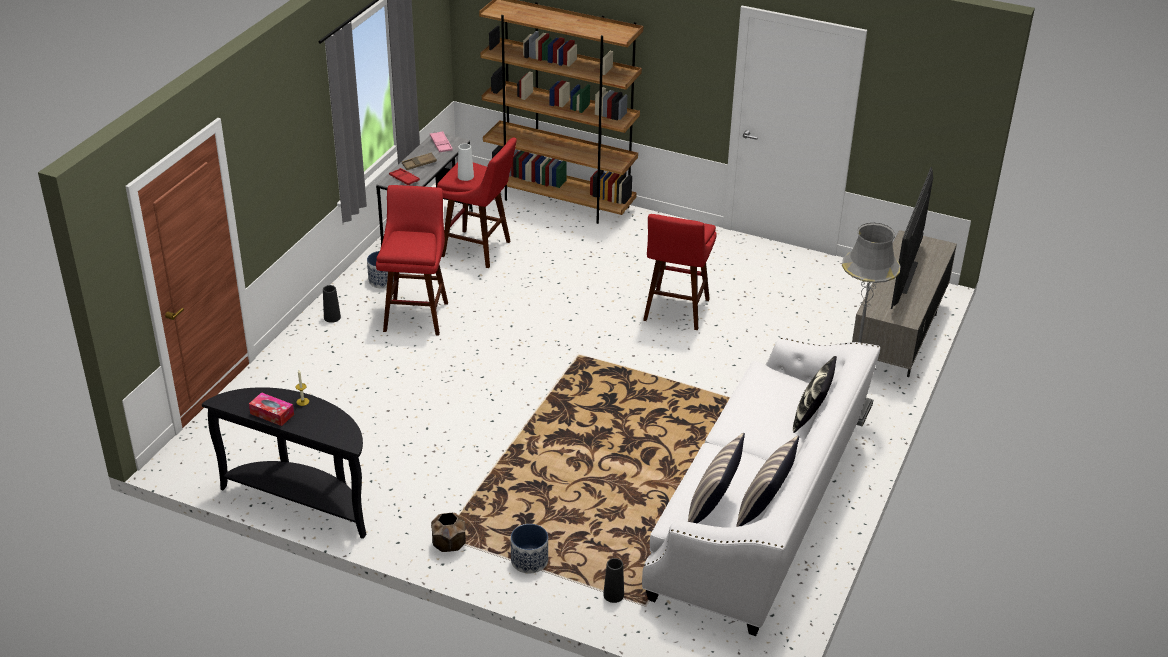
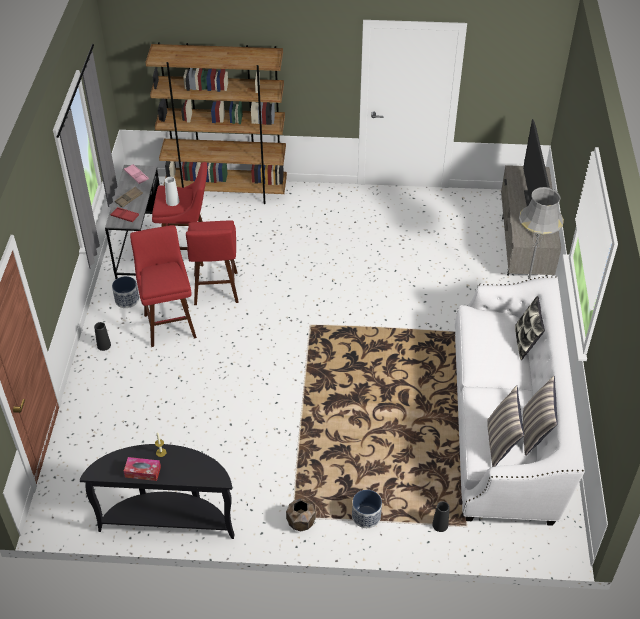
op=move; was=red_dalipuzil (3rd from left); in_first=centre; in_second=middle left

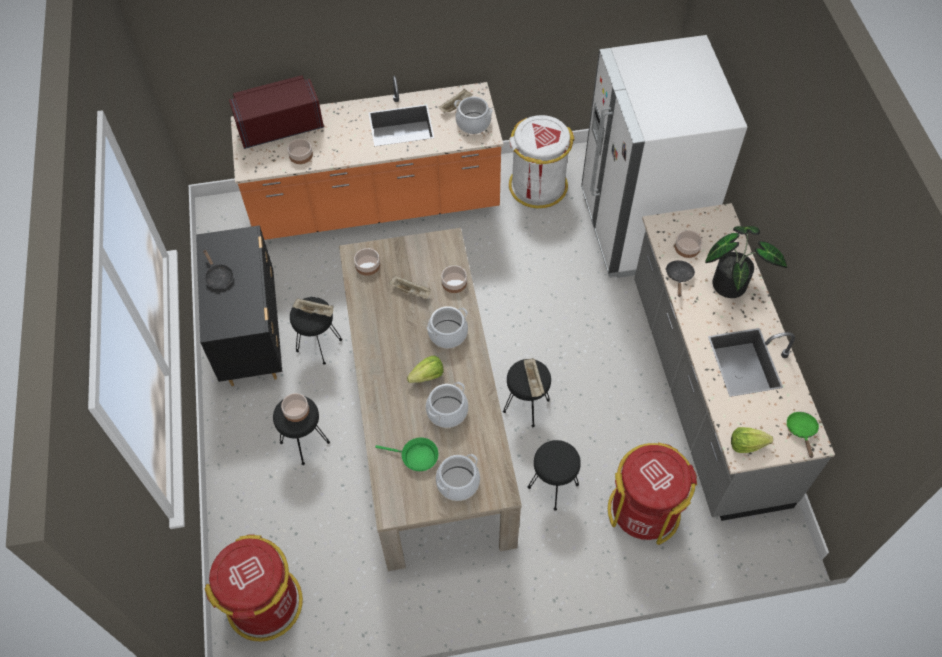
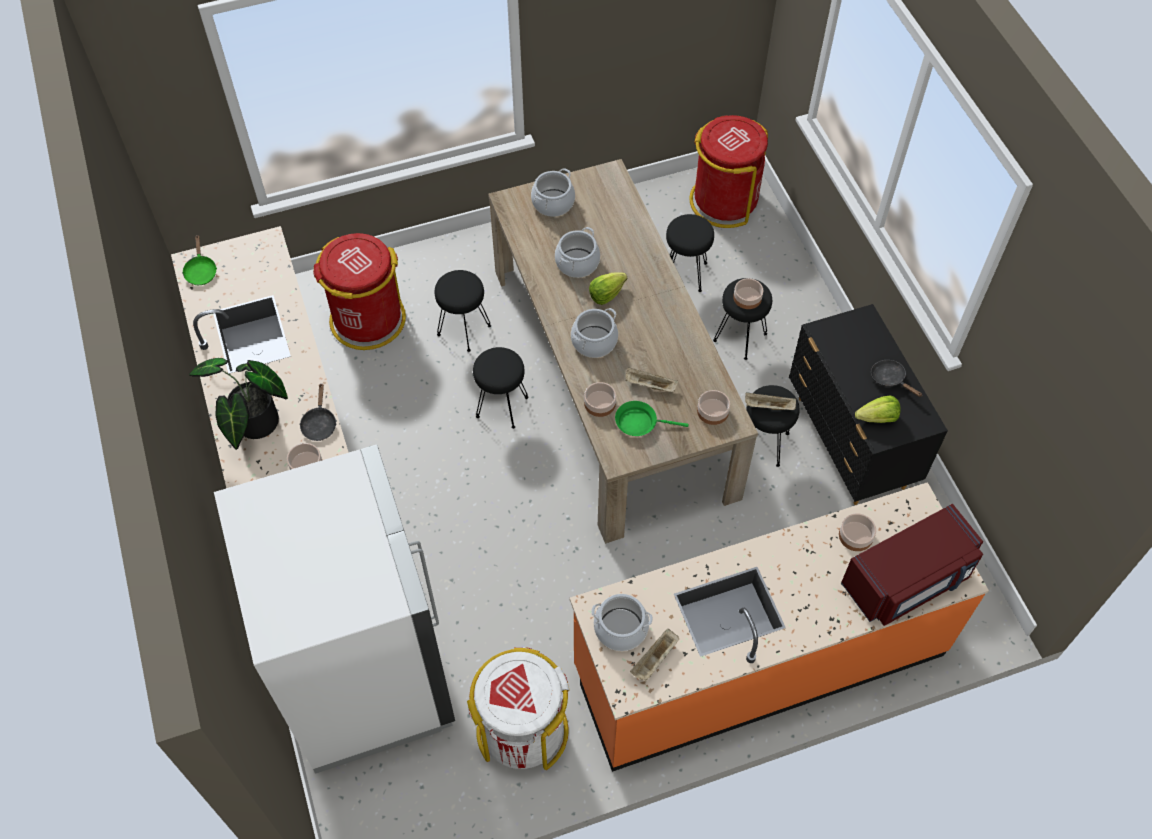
op=move; was=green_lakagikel (1st from left in the first image); now=green_lakagikel (2nd from left); in_first=bottom centre; in_second=centre
op=delete; was=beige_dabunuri (4th from left); in_first=centre
op=move; was=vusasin (2nd from left); in_first=bottom right; in_second=middle right
op=insert; now=black_dalipuzil (3rd from left); in_second=top centre

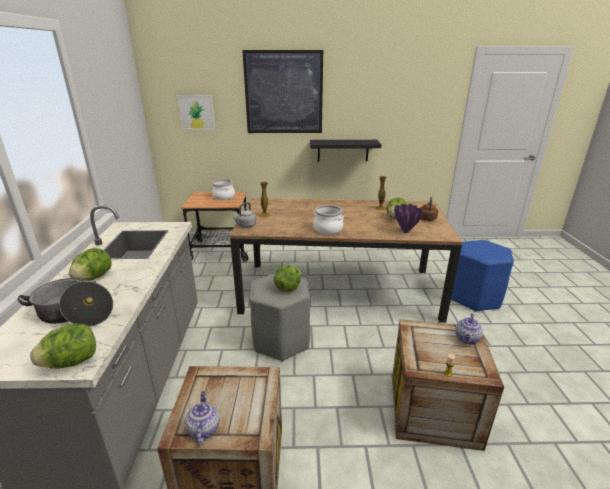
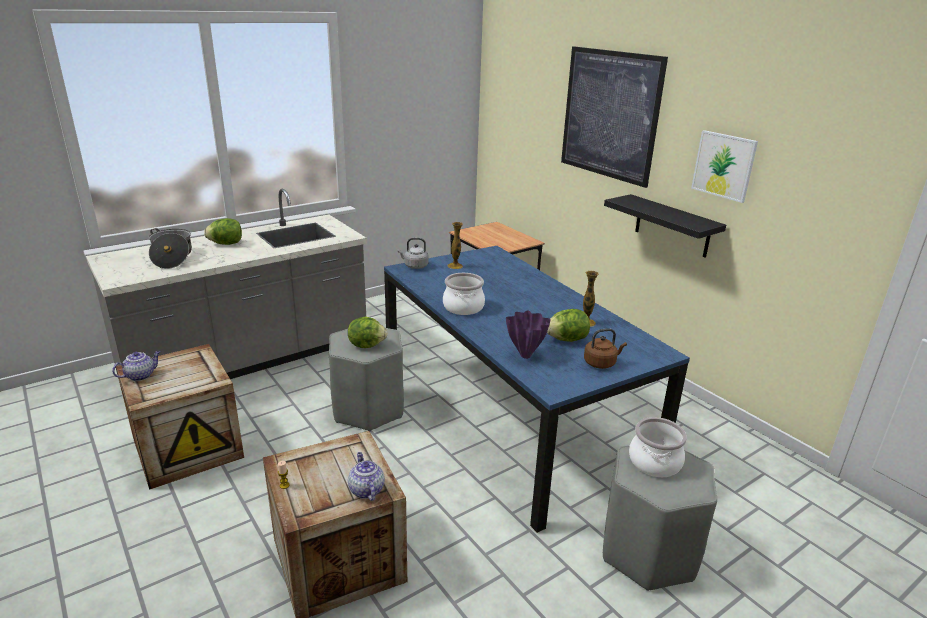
op=delete; was=vusasin (1st from left); in_first=bottom left
op=move; was=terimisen (1st from left in the first image); now=terimisen (2nd from left); in_first=top left; in_second=top right
op=move; was=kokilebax (2nd from left in the first image); now=kokilebax (3rd from left); in_first=centre; in_second=bottom right
op=recolor; was=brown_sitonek; now=blue_sitonek; in_first=centre; in_second=centre
op=recolor; was=blue_dalipuzil; now=grey_dalipuzil (2nd from left); in_first=middle right; in_second=bottom right
op=rotate; was=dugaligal (2nd from left); in_first=bottom right; in_second=bottom centre; clockwise=75

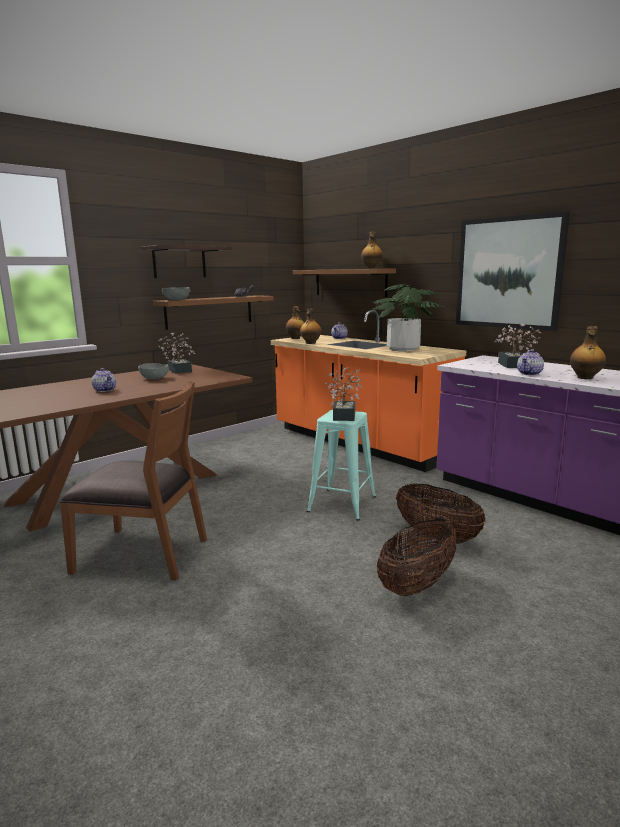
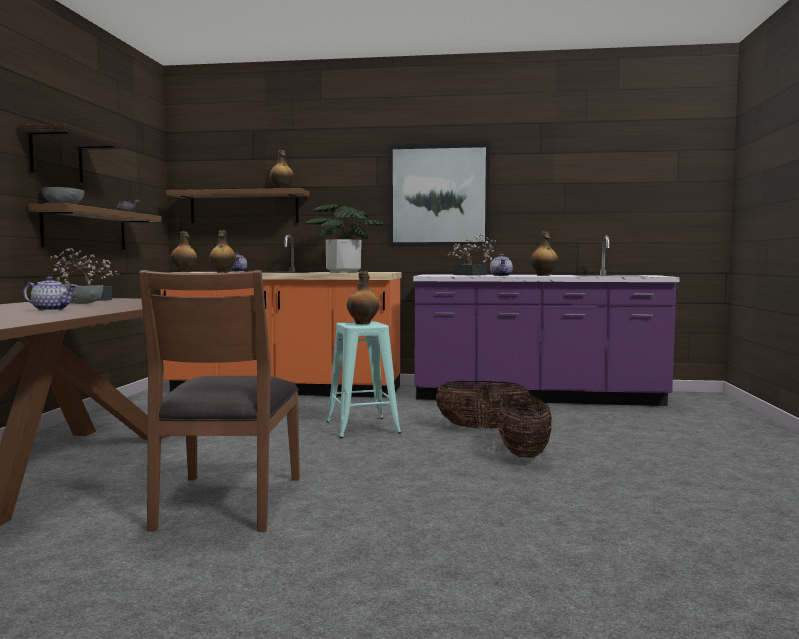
op=rotate; was=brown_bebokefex; in_first=middle left; in_second=middle left; clockwise=120
op=replace; was=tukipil (2nd from left); now=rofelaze (4th from left); in_first=centre; in_second=centre

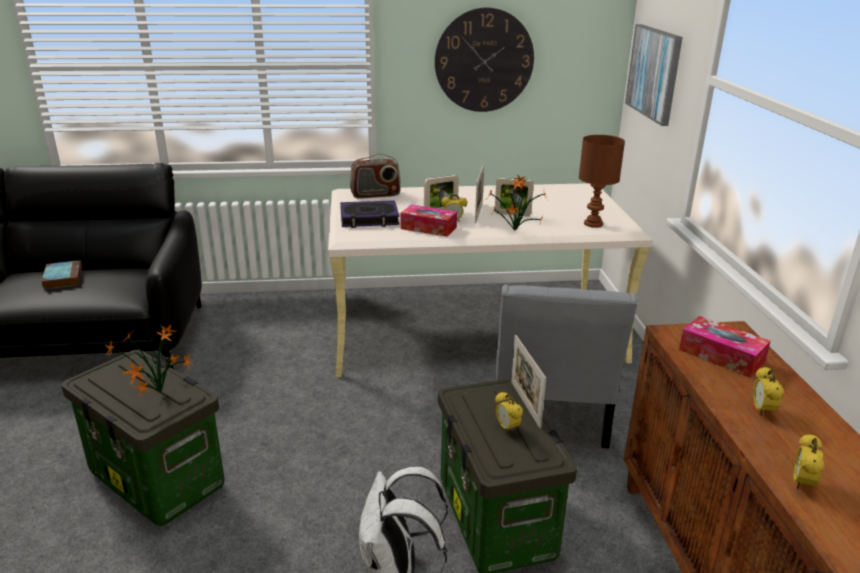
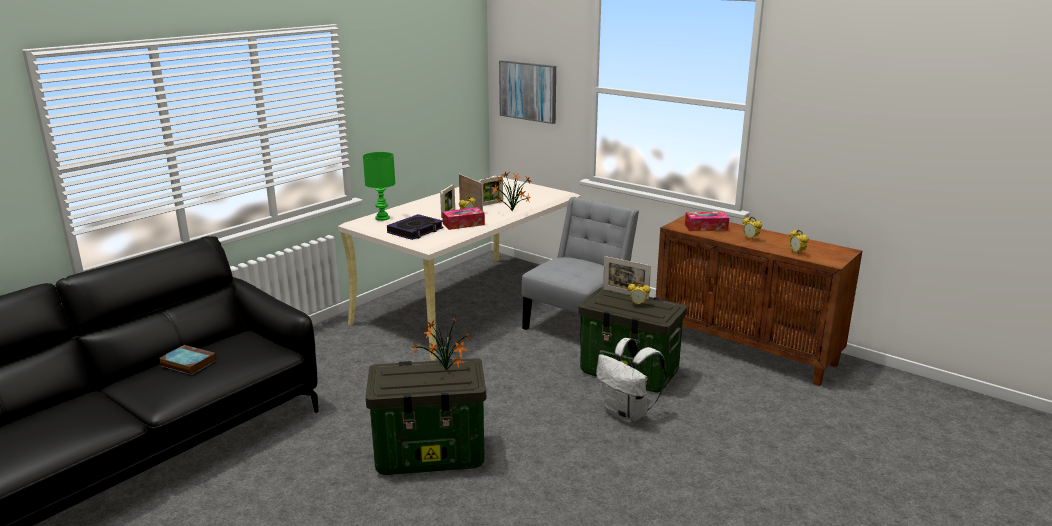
op=replace; was=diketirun; now=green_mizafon; in_first=top centre; in_second=centre
op=delete; was=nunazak; in_first=top centre
op=rotate; was=grey_bebokefex; in_first=centre; in_second=centre; clockwise=-105
op=delete; was=brown_mizafon; in_first=top right

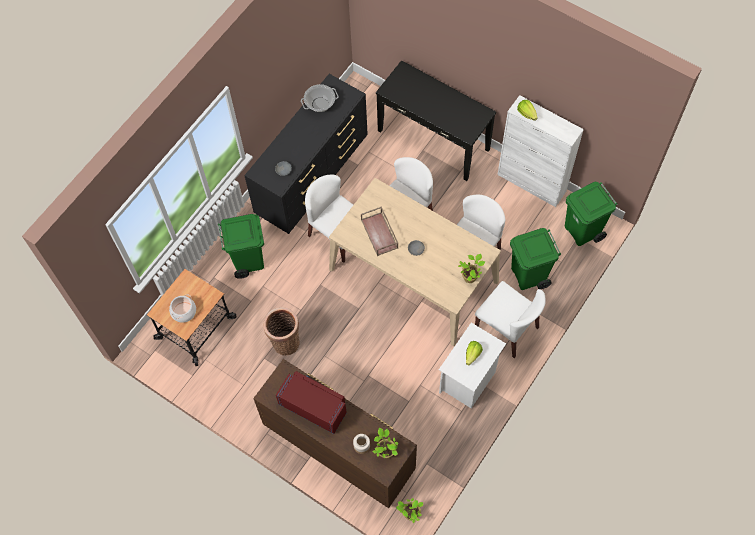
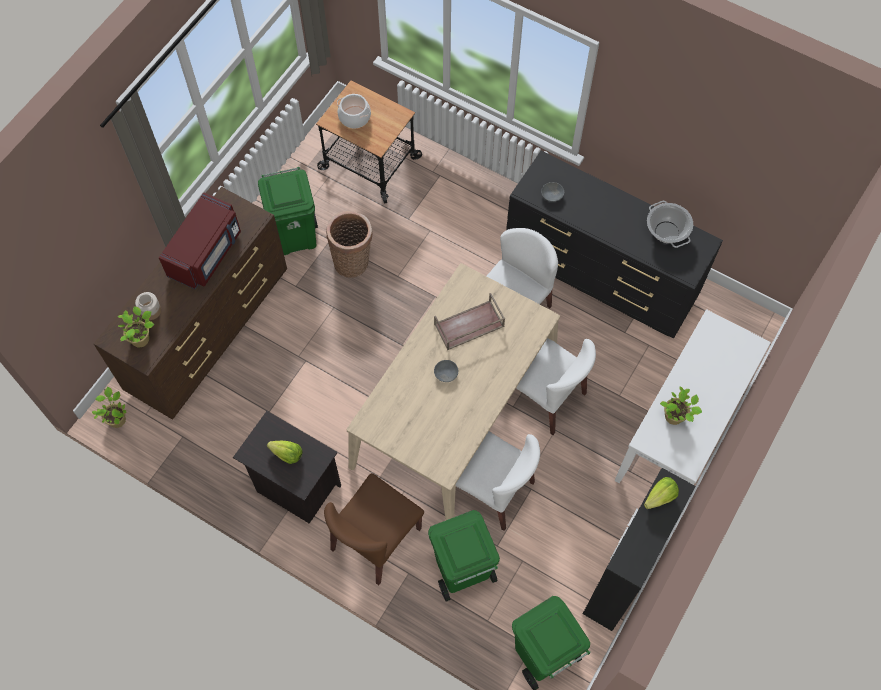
op=move; was=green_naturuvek (1st from left); in_first=middle left; in_second=top left
op=recolor; was=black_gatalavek; now=white_gatalavek; in_first=top centre; in_second=middle right
op=recolor; was=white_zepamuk; now=black_zepamuk; in_first=bottom centre; in_second=bottom left
op=move; was=tukipil (3rd from left); in_first=centre; in_second=middle right
op=recolor; was=white_bebokefex (4th from left); now=brown_bebokefex; in_first=middle right; in_second=bottom centre
op=recolor; was=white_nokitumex; now=black_nokitumex; in_first=top right; in_second=bottom right

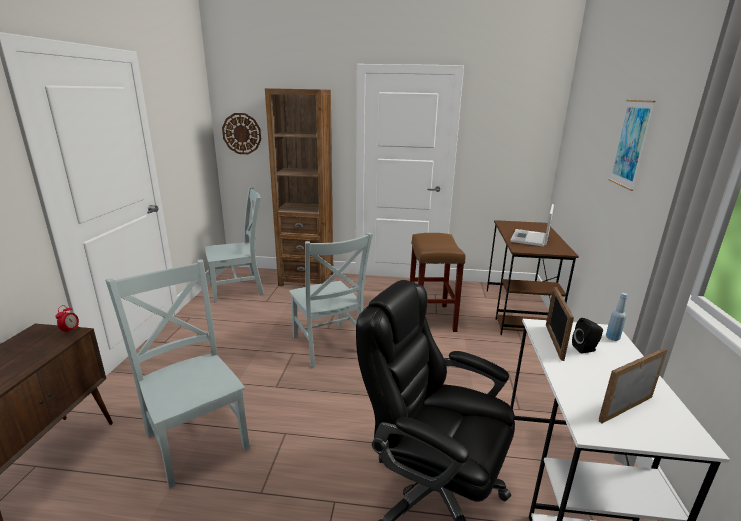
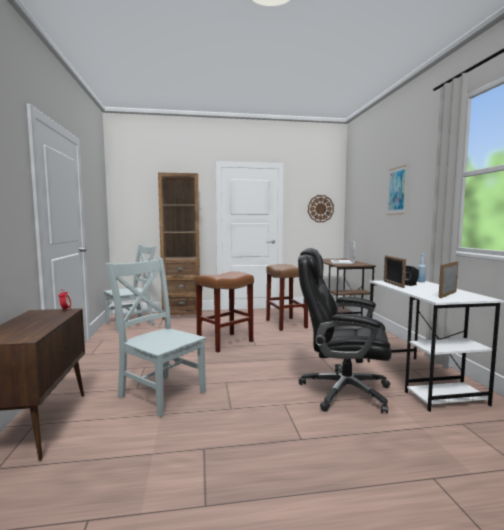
op=move; was=nunazak; in_first=top left; in_second=centre
op=replace; was=grey_bebokefex (3rd from left); now=brown_dalipuzil (1st from left); in_first=centre; in_second=centre

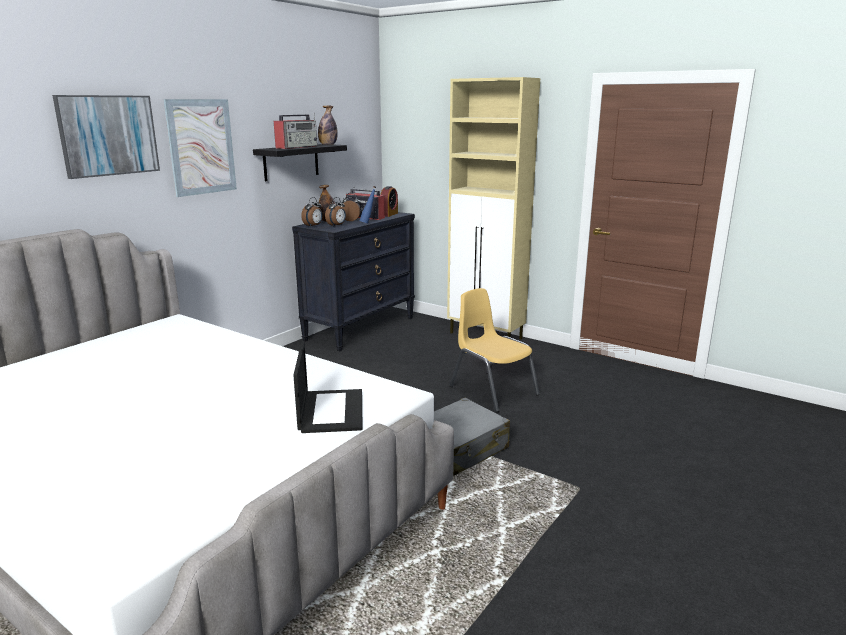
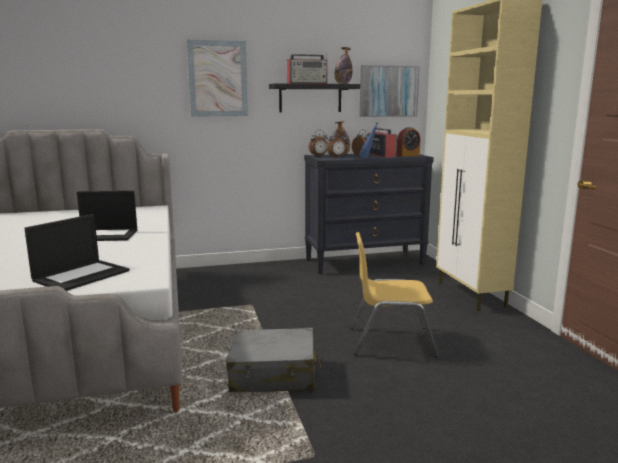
op=move; was=terimisen (1st from left in the first image); now=terimisen (2nd from left); in_first=top left; in_second=top centre
op=rotate; was=yellow_bebokefex; in_first=centre; in_second=centre; clockwise=-90
op=insert; now=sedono (2nd from left); in_second=middle left

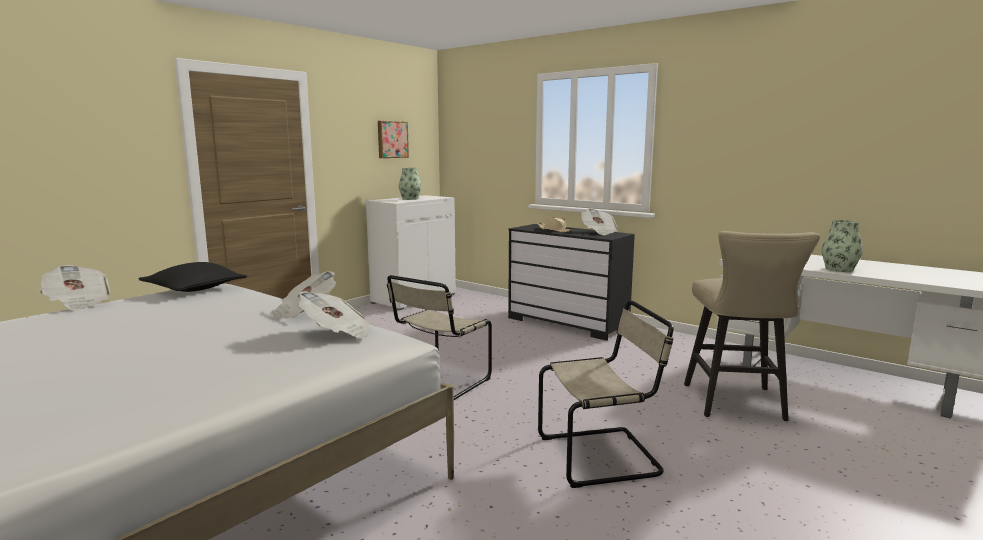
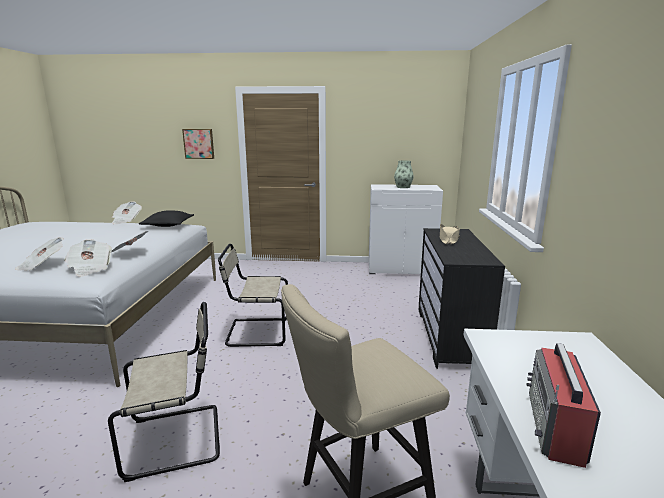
op=move; was=terimisen; in_first=top centre; in_second=top left
op=rotate; was=beige_bebokefex (2nd from left in the first image); in_first=bottom centre; in_second=bottom left; clockwise=-60
op=move; was=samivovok (4th from left in the first image); now=samivovok (1st from left); in_first=centre; in_second=middle left
op=replace; was=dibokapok (2nd from left); now=diketirun; in_first=middle right; in_second=bottom right

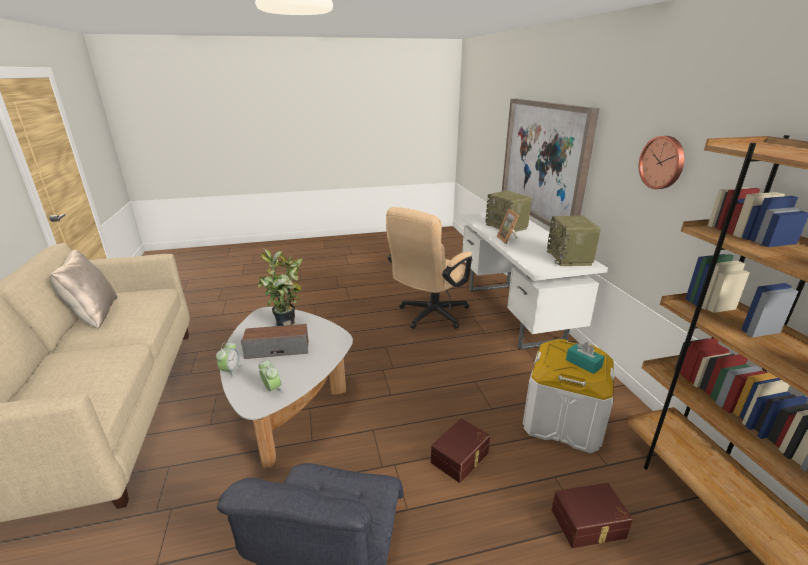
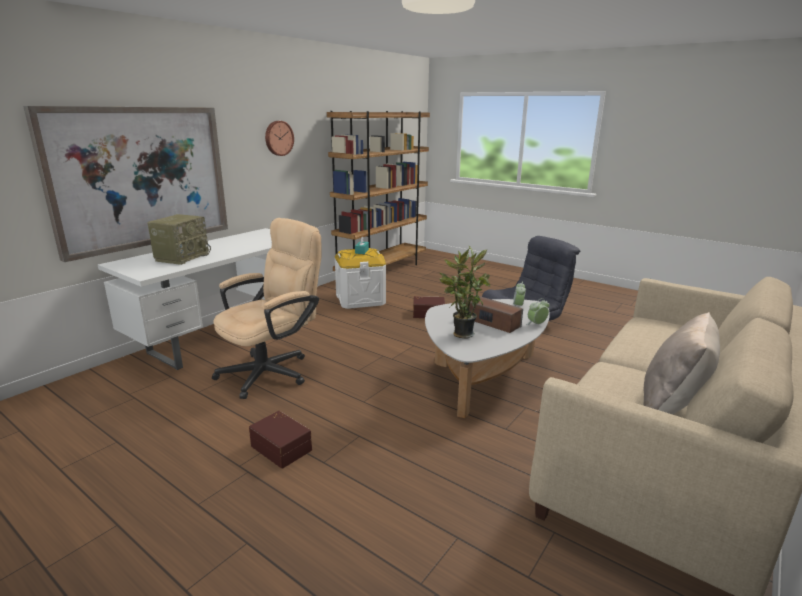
op=rotate; was=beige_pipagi; in_first=centre; in_second=middle left; clockwise=-45
op=delete; was=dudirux; in_first=centre
op=delete; was=diketirun (2nd from left); in_first=middle right
op=move; was=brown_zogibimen (2nd from left in the first image); now=brown_zogibimen (1st from left); in_first=bottom right; in_second=bottom centre

